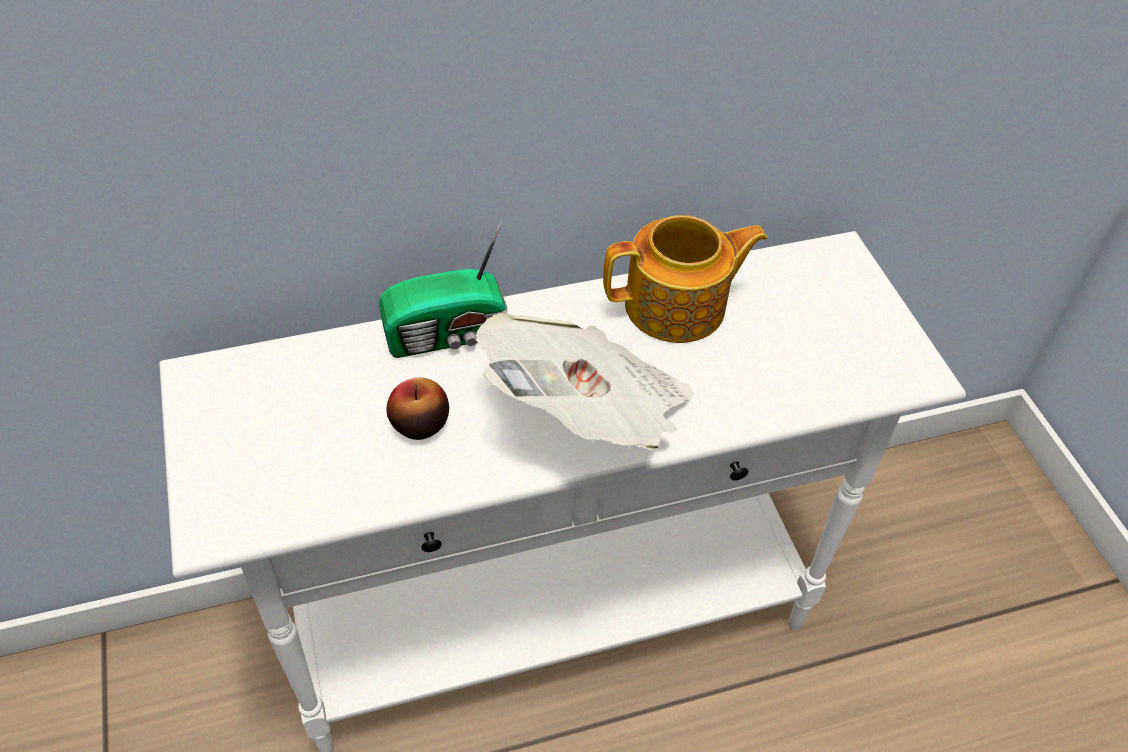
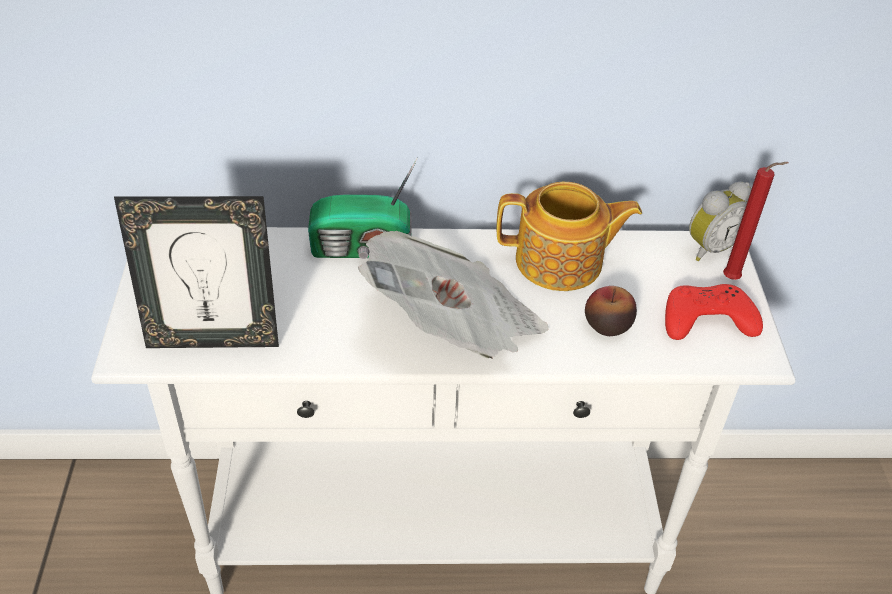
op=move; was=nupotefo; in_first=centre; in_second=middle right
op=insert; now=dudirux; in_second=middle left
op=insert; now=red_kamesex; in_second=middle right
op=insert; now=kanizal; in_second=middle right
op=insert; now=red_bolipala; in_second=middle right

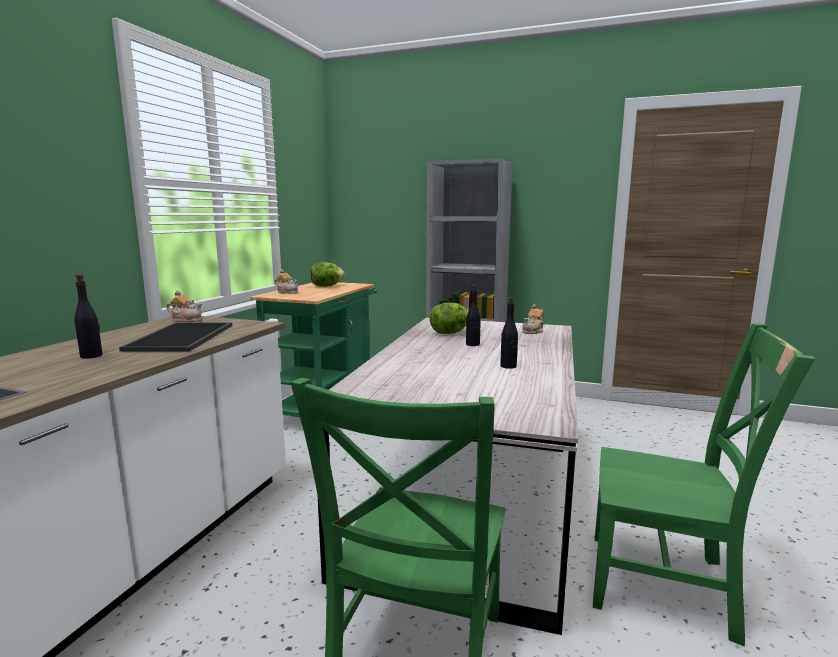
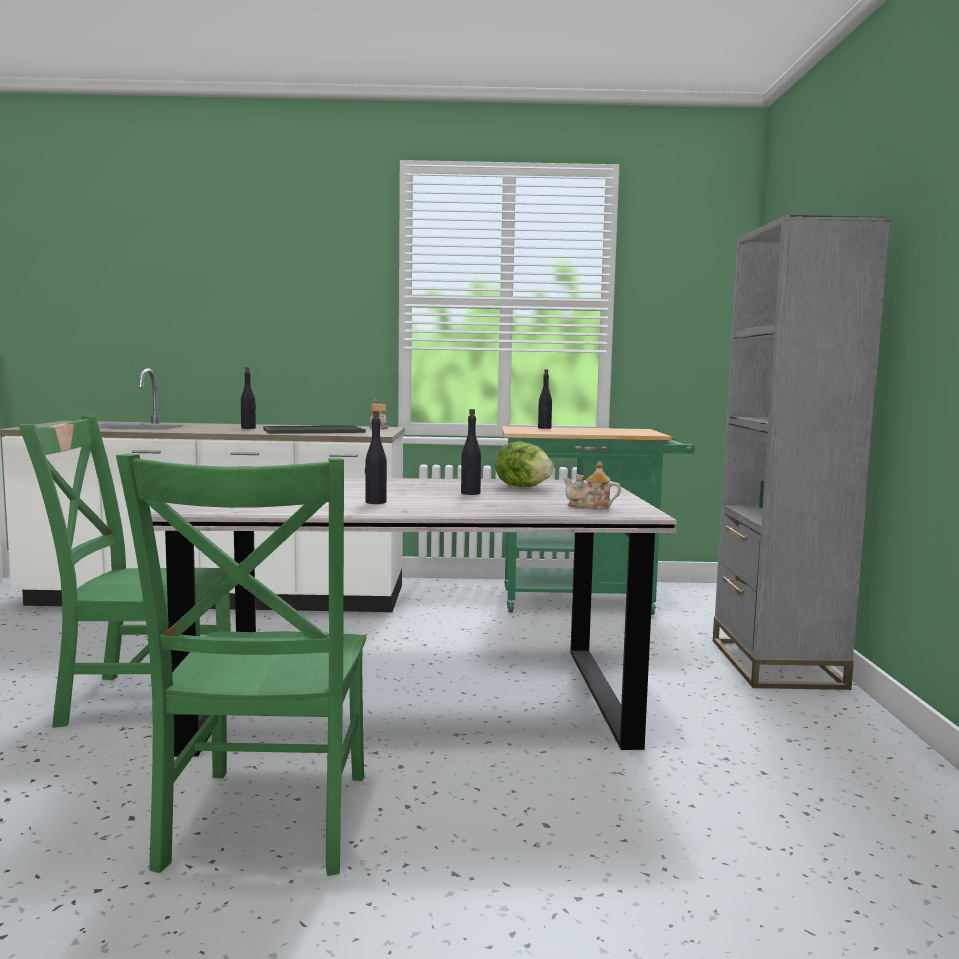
op=replace; was=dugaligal (2nd from left); now=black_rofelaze (4th from left); in_first=centre; in_second=centre
op=delete; was=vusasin (1st from left); in_first=centre

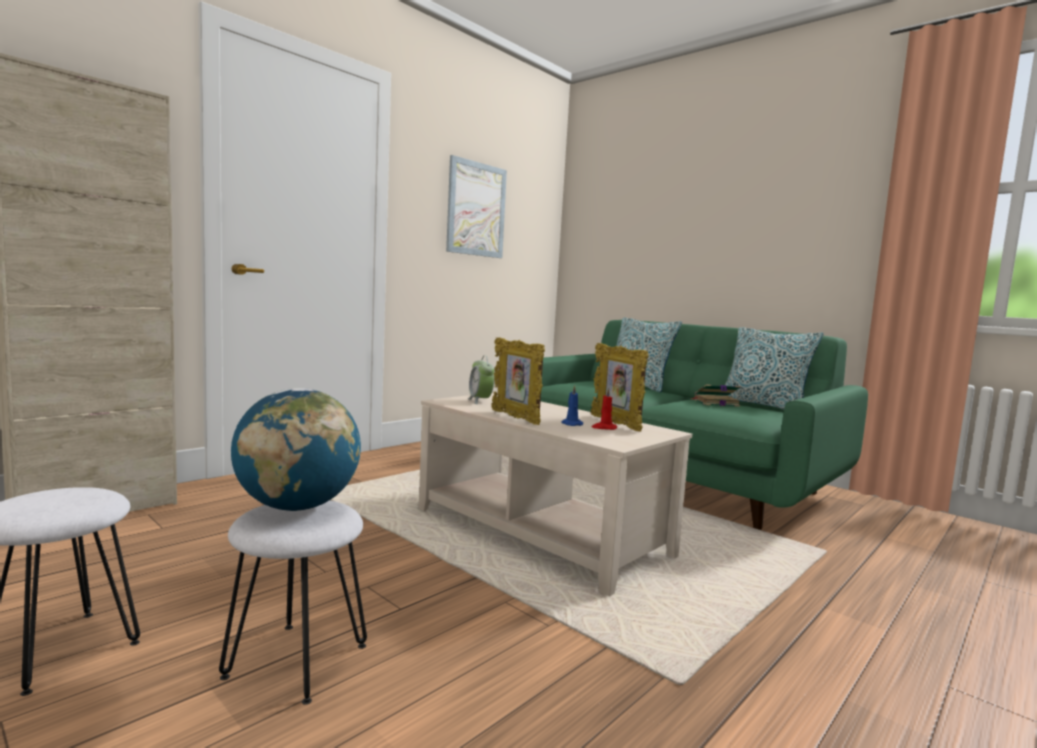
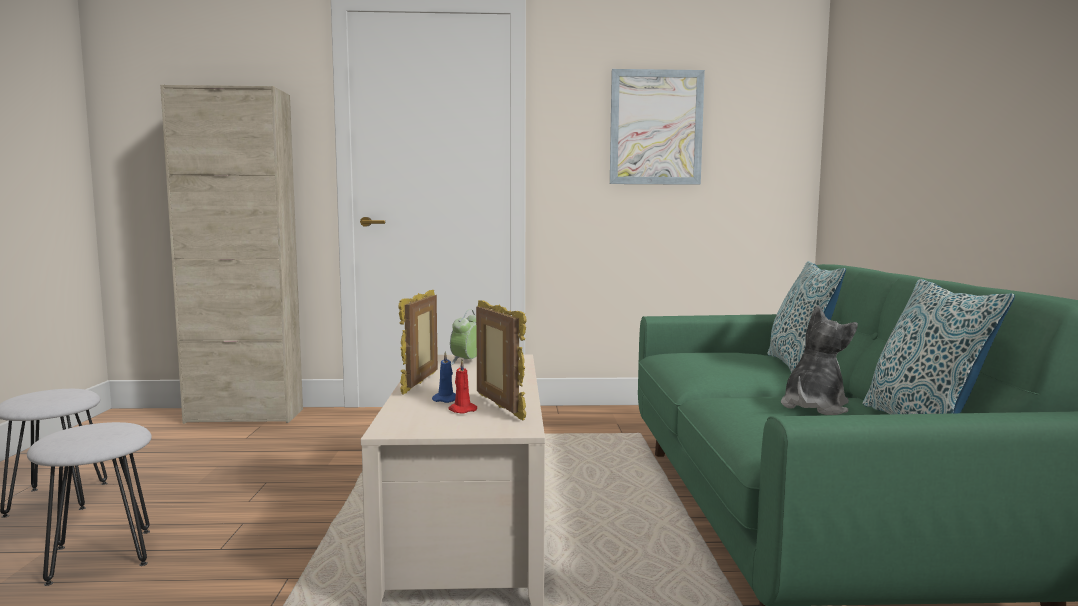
op=delete; was=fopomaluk; in_first=middle left
op=rotate; was=dudirux (2nd from left); in_first=centre; in_second=centre; clockwise=135
op=replace; was=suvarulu; now=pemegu; in_first=middle right; in_second=middle right

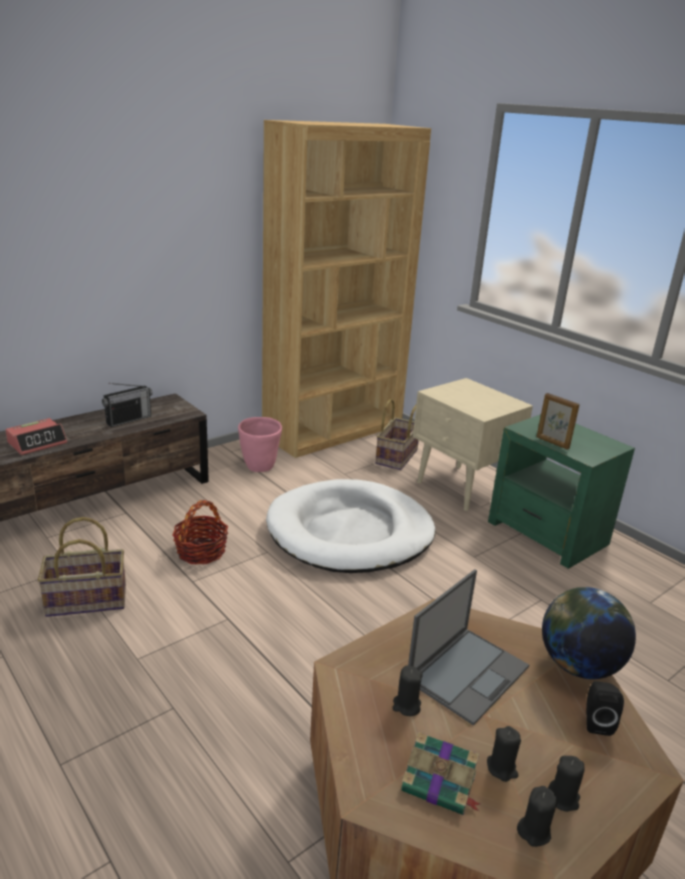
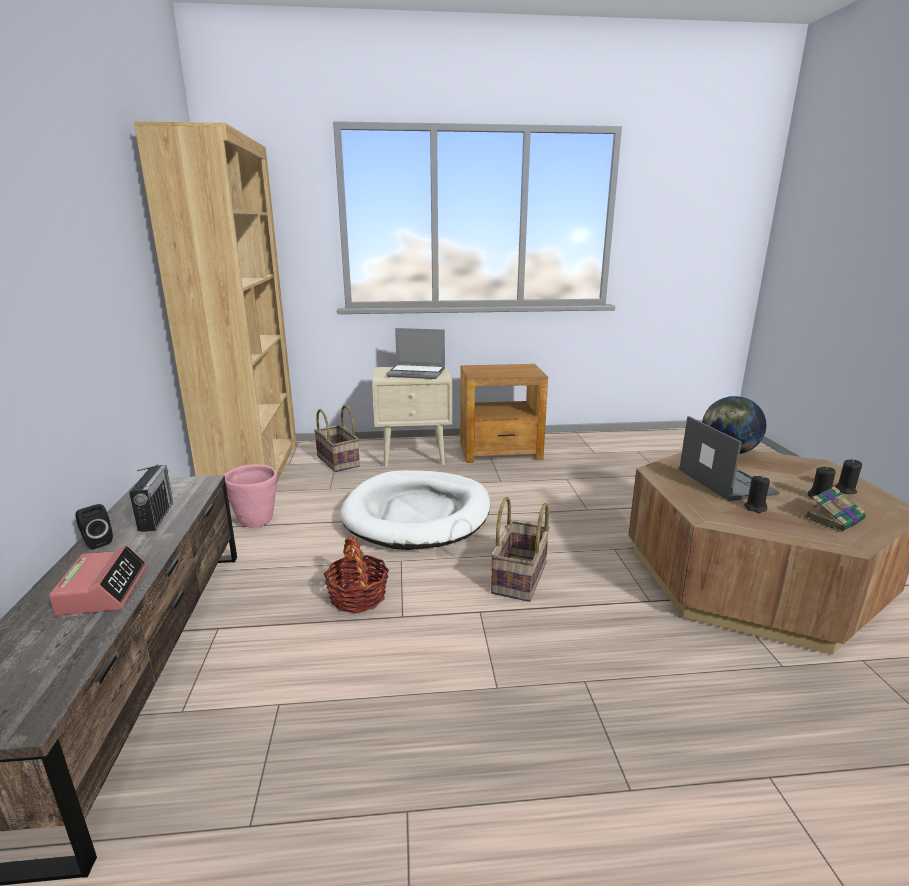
op=move; was=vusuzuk (1st from left in the first image); now=vusuzuk (3rd from left); in_first=middle left; in_second=centre
op=recolor; was=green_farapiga; now=brown_farapiga; in_first=middle right; in_second=centre
op=delete; was=black_bolipala (3rd from left); in_first=bottom right
op=delete; was=dudirux; in_first=middle right
op=move; was=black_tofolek; in_first=bottom right; in_second=middle left
op=insert; now=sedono (1st from left); in_second=centre

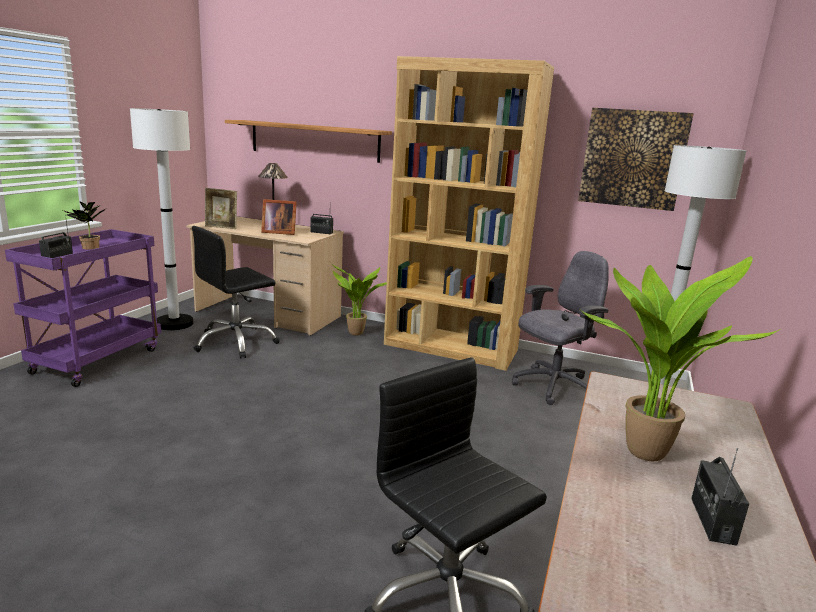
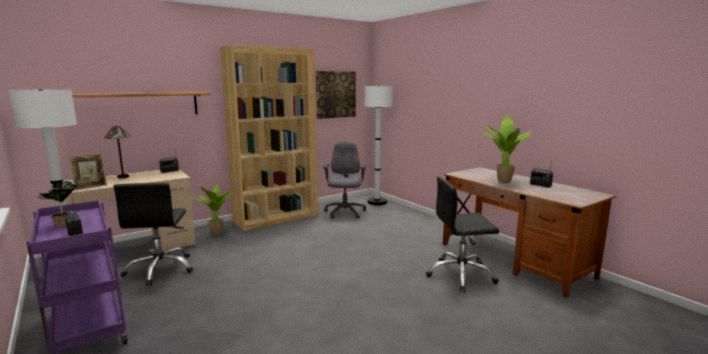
op=delete; was=dudirux (2nd from left); in_first=centre

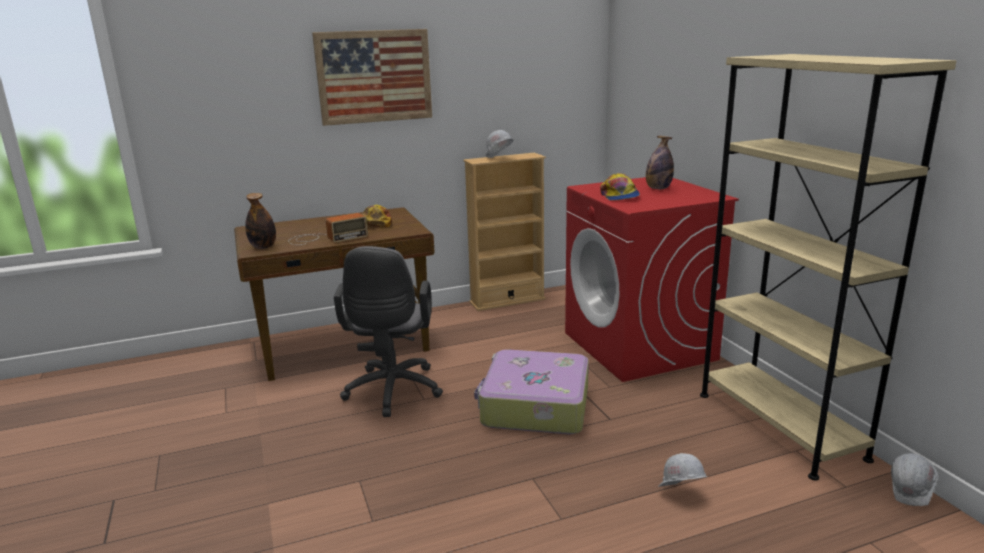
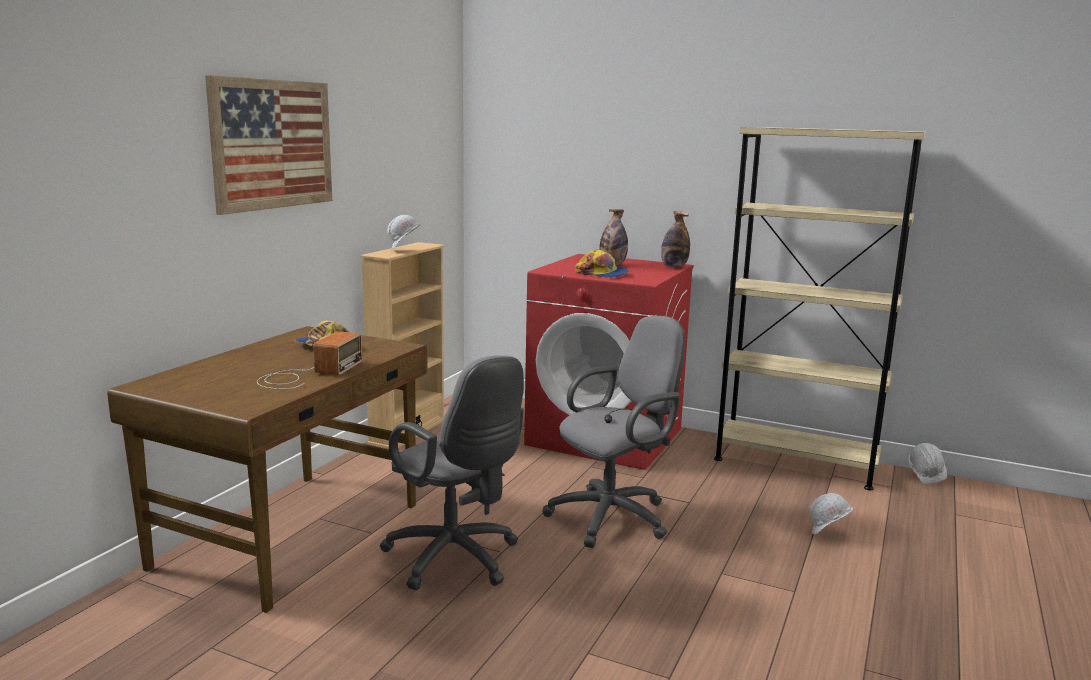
op=move; was=rofelaze (1st from left in the first image); now=rofelaze (2nd from left); in_first=middle left; in_second=centre
op=replace; was=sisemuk; now=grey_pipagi (2nd from left); in_first=bottom centre; in_second=centre

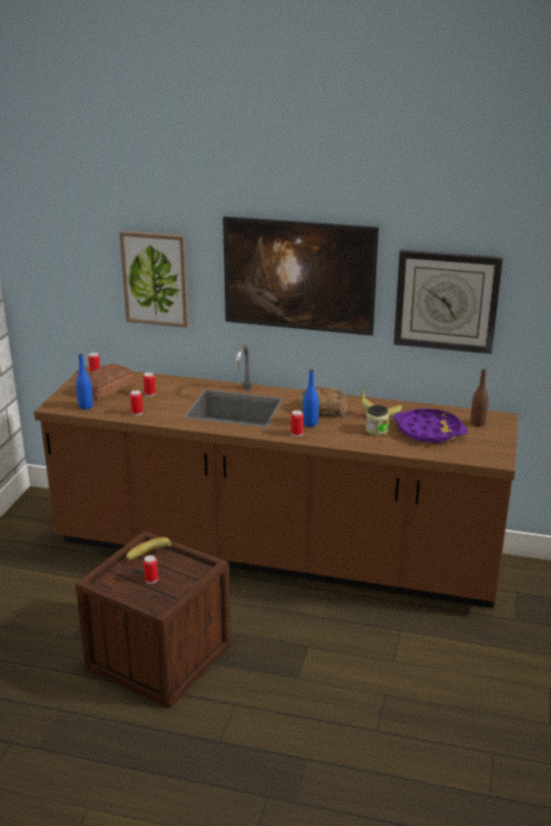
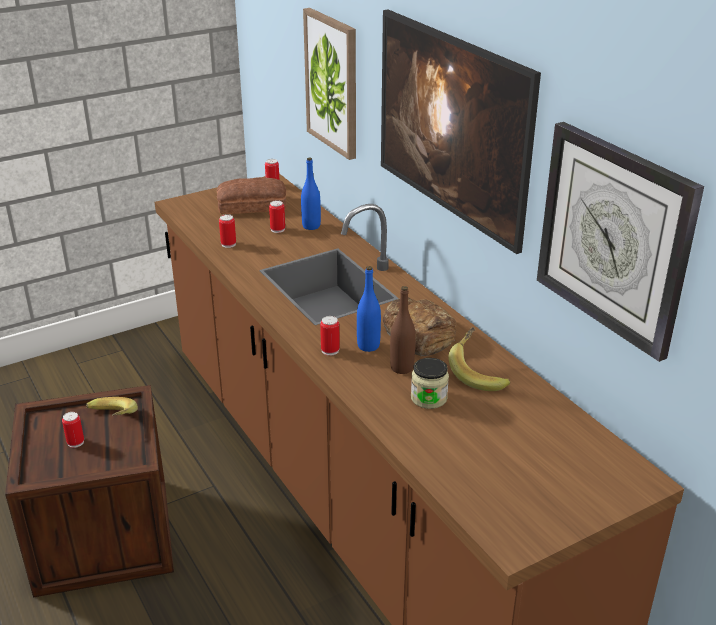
op=move; was=blue_rofelaze (1st from left); in_first=middle left; in_second=top centre
op=delete; was=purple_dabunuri; in_first=middle right
op=move; was=brown_rofelaze; in_first=middle right; in_second=centre

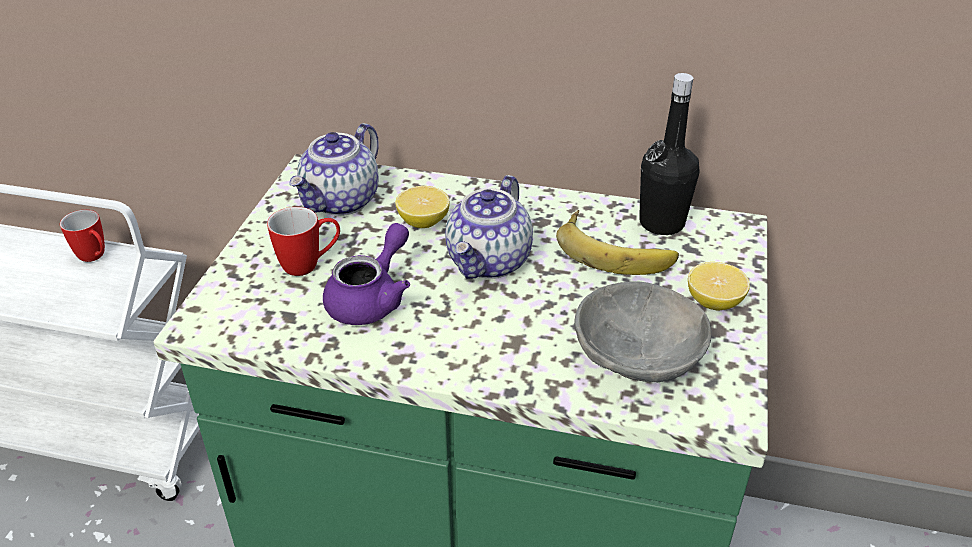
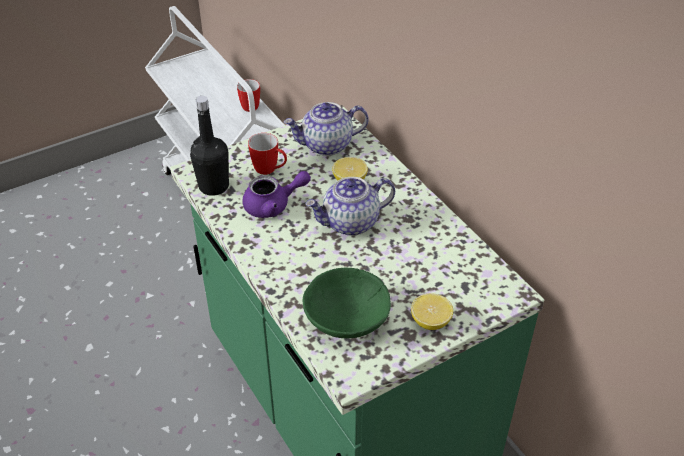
op=delete; was=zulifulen; in_first=centre
op=recolor; was=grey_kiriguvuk; now=green_kiriguvuk; in_first=centre; in_second=centre
op=move; was=black_rofelaze; in_first=top right; in_second=top left

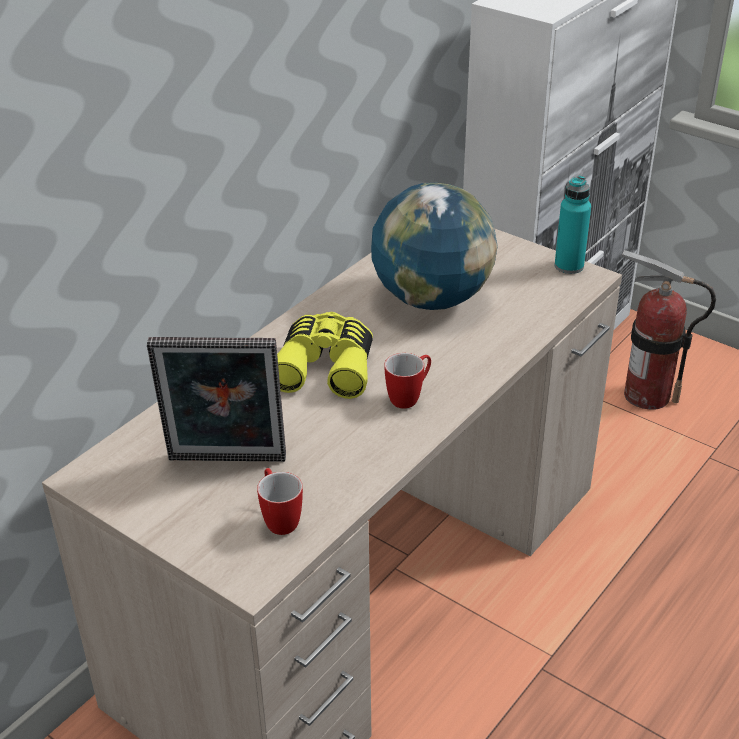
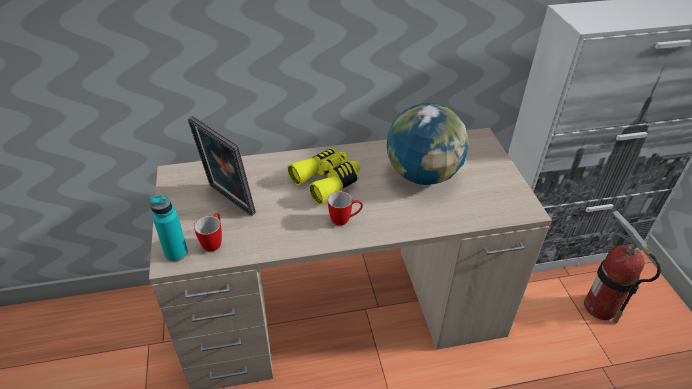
op=move; was=turquoise_rofelaze; in_first=top right; in_second=middle left

